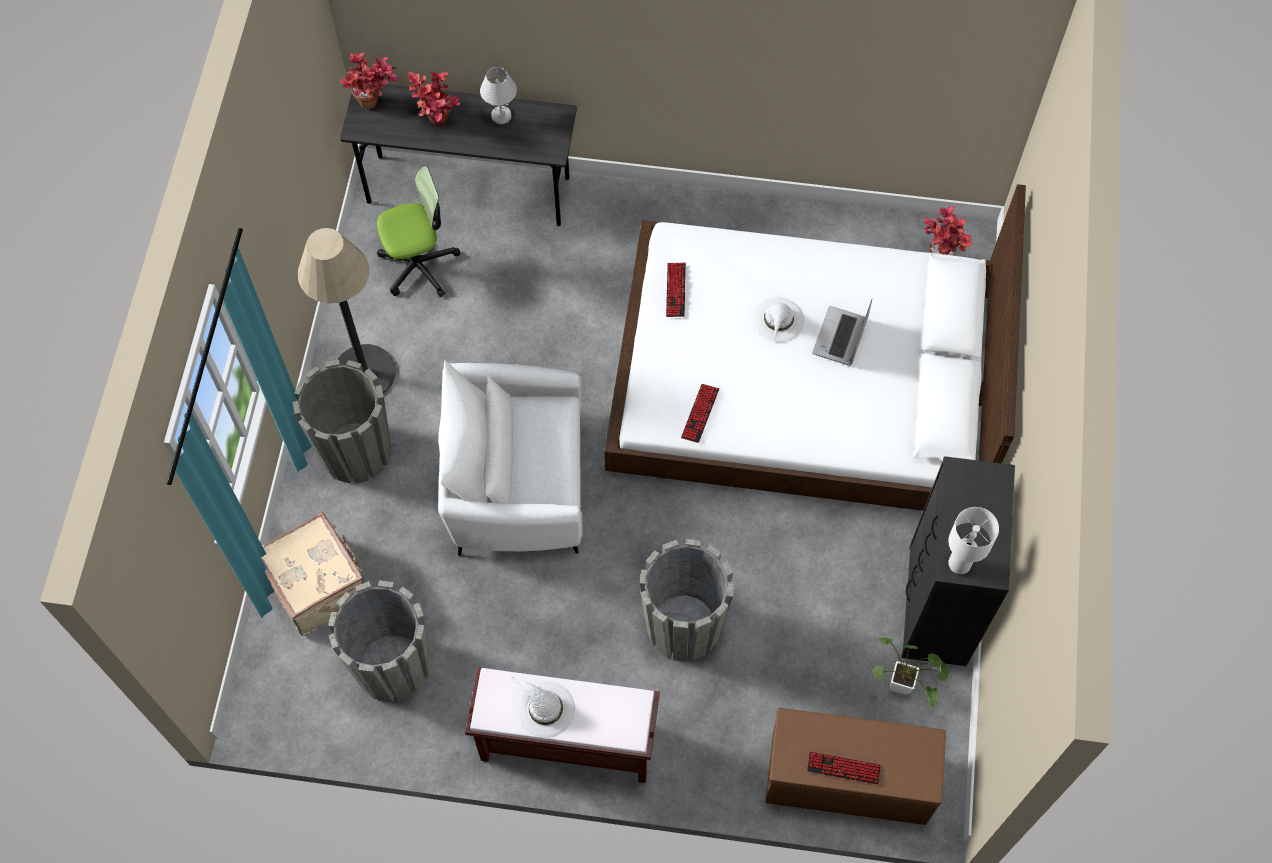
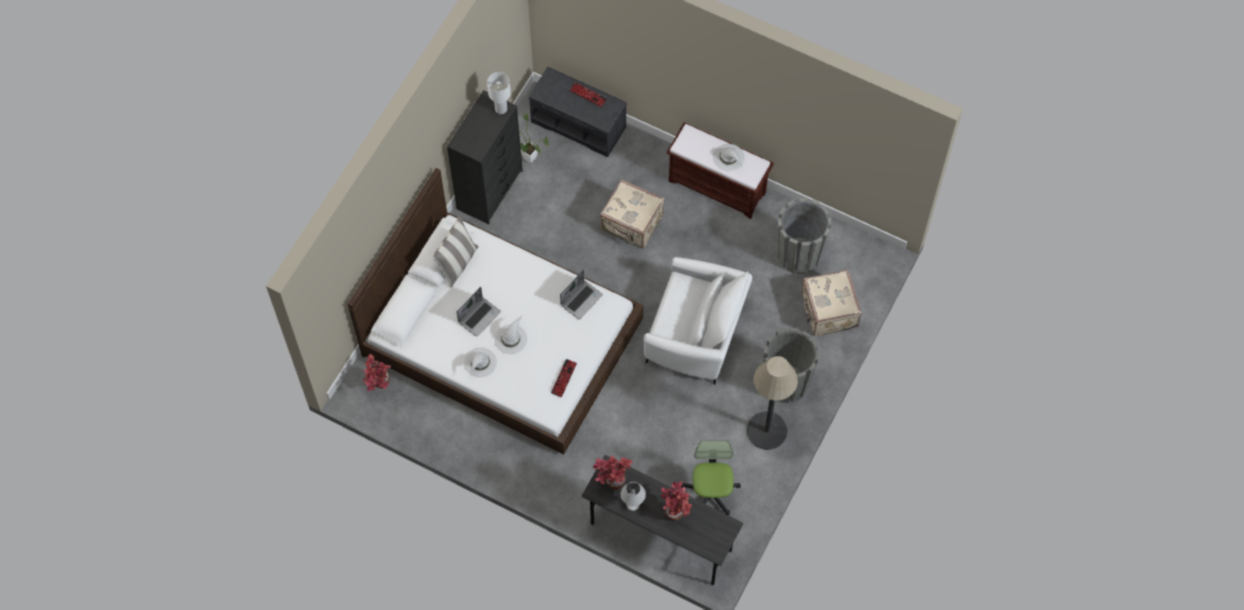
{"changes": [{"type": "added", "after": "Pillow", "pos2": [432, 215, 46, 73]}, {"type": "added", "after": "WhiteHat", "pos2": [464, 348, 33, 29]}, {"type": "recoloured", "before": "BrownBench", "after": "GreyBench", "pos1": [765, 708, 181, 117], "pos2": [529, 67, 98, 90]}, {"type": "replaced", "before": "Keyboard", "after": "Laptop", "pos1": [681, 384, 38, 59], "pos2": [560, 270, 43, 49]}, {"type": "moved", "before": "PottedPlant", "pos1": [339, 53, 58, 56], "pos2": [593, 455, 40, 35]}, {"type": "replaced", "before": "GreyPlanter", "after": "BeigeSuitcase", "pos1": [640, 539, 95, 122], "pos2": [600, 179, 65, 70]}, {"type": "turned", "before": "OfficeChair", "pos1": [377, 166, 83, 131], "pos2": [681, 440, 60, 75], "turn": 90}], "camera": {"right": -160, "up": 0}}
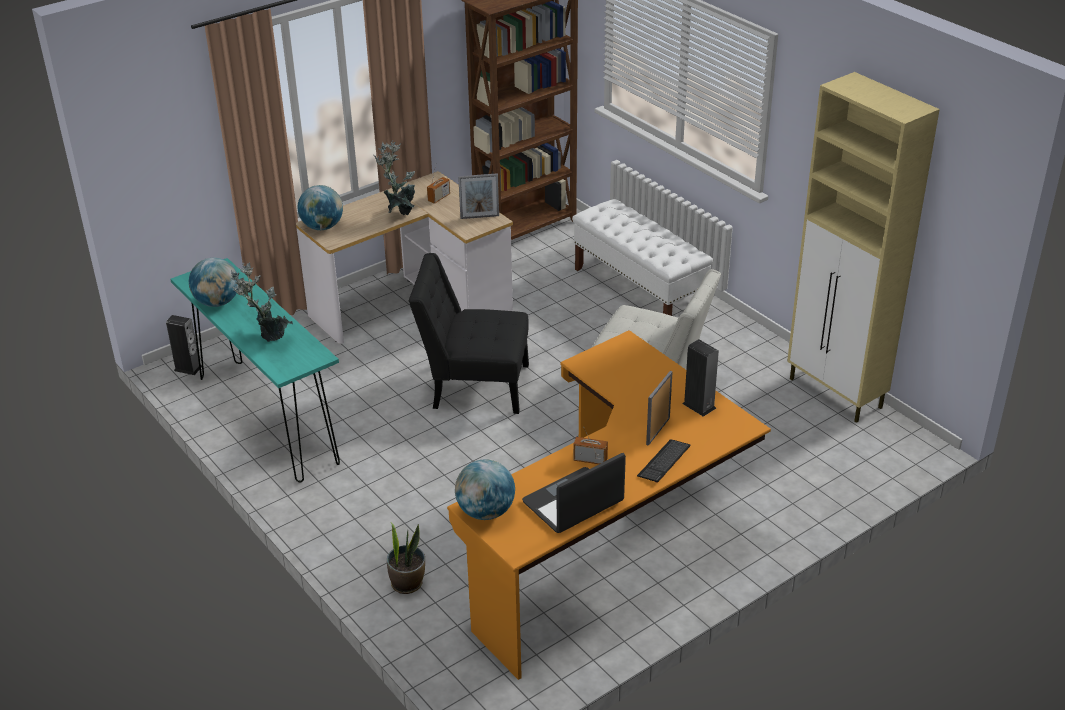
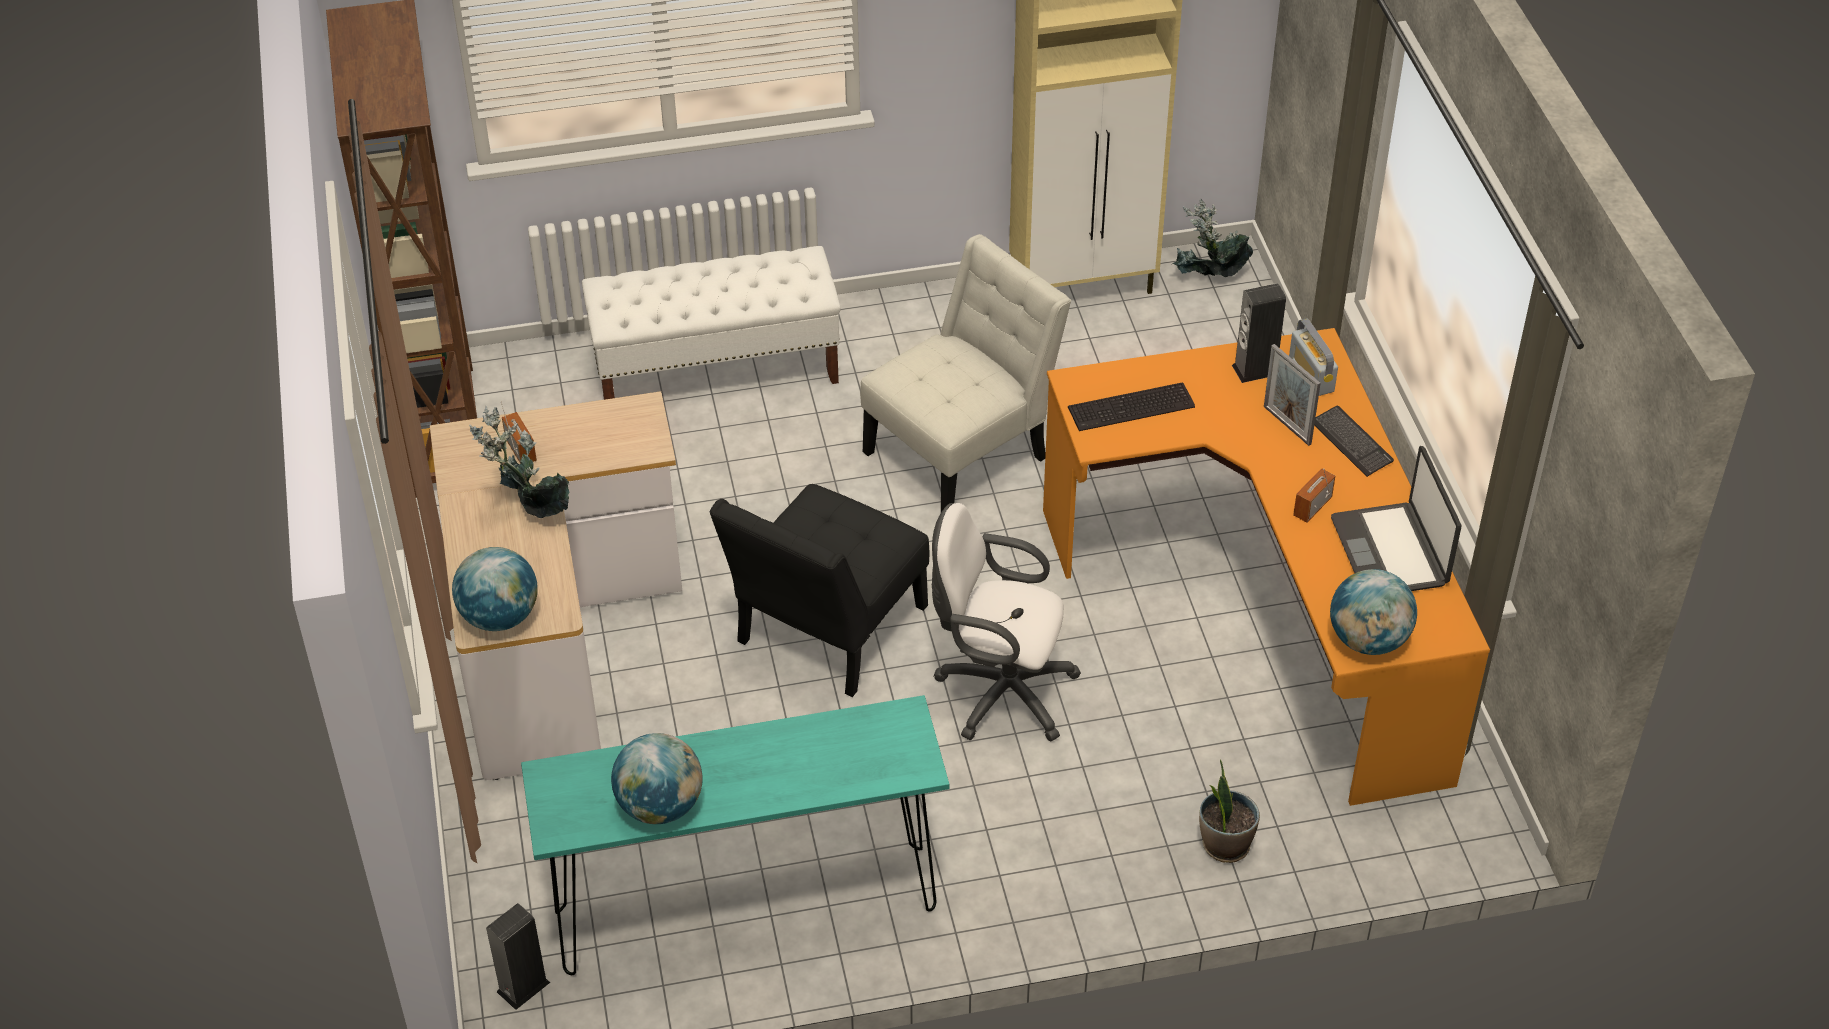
{"changes": [{"type": "added", "after": "WhiteOfficeChair", "pos2": [932, 503, 149, 238]}, {"type": "added", "after": "Keyboard", "pos2": [1068, 382, 127, 49]}, {"type": "moved", "before": "PottedPlant", "pos1": [230, 263, 63, 79], "pos2": [1171, 199, 82, 78]}, {"type": "added", "after": "Radio", "pos2": [1289, 318, 49, 78]}, {"type": "removed", "before": "PictureFrame", "pos1": [458, 173, 41, 46]}], "camera": {"right": -65, "up": 10}}
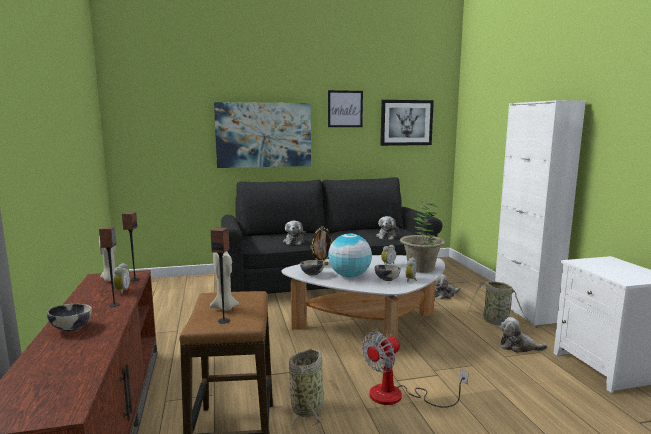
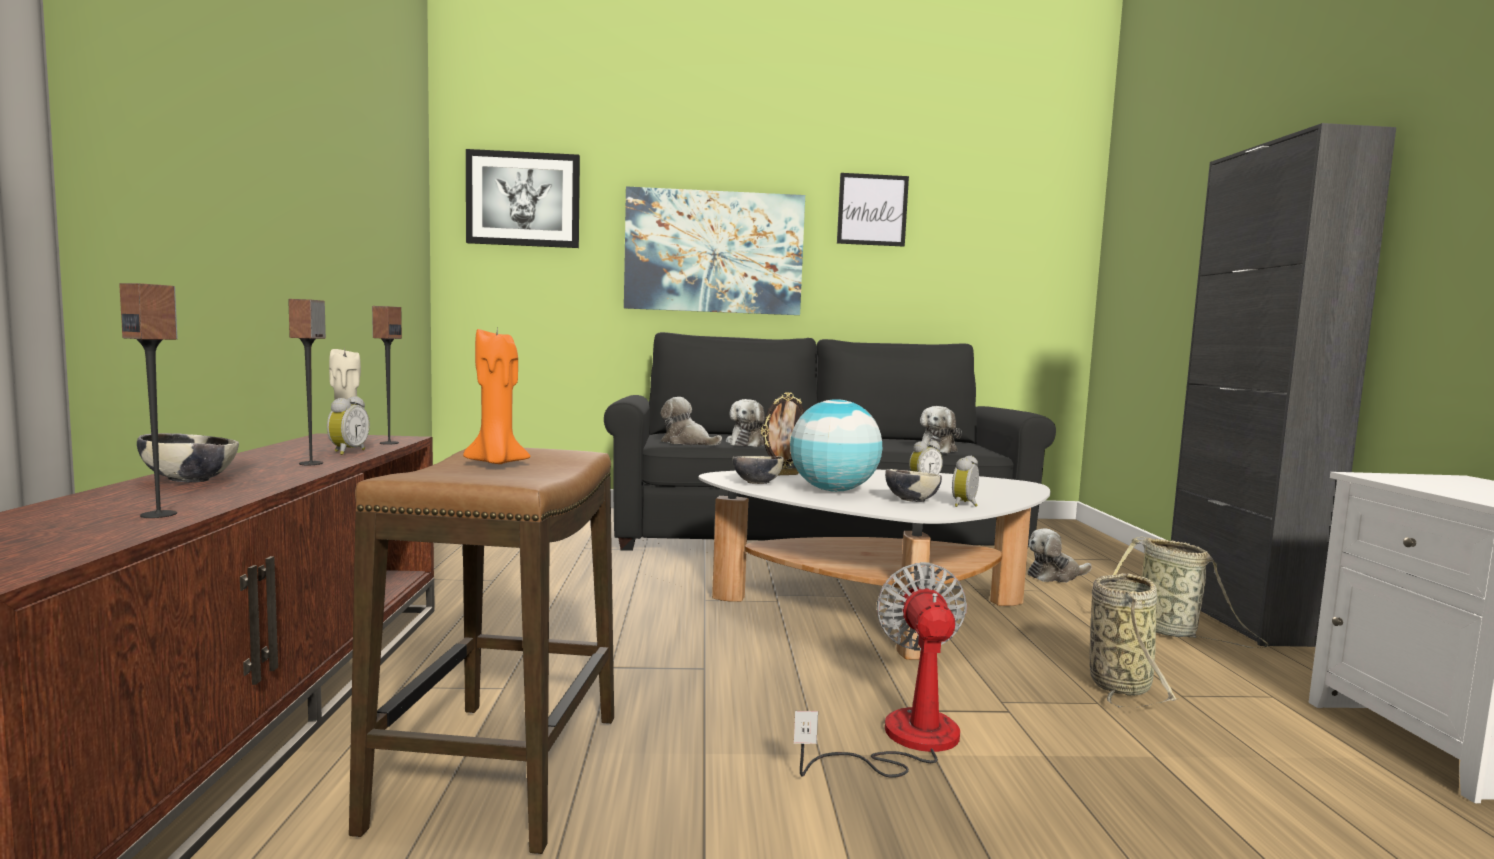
{"changes": [{"type": "moved", "before": "Speaker", "pos1": [211, 227, 19, 97], "pos2": [119, 283, 59, 235]}, {"type": "recoloured", "before": "BeigeCandle", "after": "OrangeCandle", "pos1": [210, 251, 29, 60], "pos2": [463, 329, 68, 135]}, {"type": "moved", "before": "Picture", "pos1": [380, 100, 54, 46], "pos2": [466, 149, 114, 99]}, {"type": "moved", "before": "PlushToy", "pos1": [499, 317, 48, 36], "pos2": [660, 397, 62, 49]}, {"type": "turned", "before": "Fan", "pos1": [362, 331, 106, 77], "pos2": [794, 562, 173, 216], "turn": 120}, {"type": "moved", "before": "Basket", "pos1": [289, 348, 35, 81], "pos2": [1089, 573, 88, 134]}, {"type": "recoloured", "before": "WhiteCabinet", "after": "BlackCabinet", "pos1": [495, 100, 91, 226], "pos2": [1171, 123, 225, 524]}, {"type": "removed", "before": "PottedPlant", "pos1": [400, 201, 45, 72]}], "camera": {"right": 10, "up": -5}}
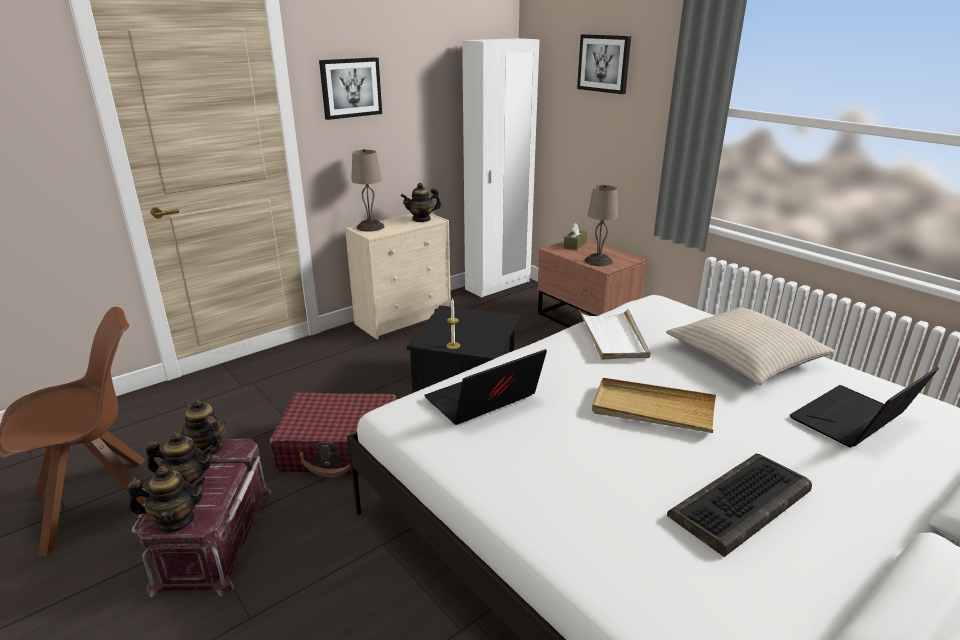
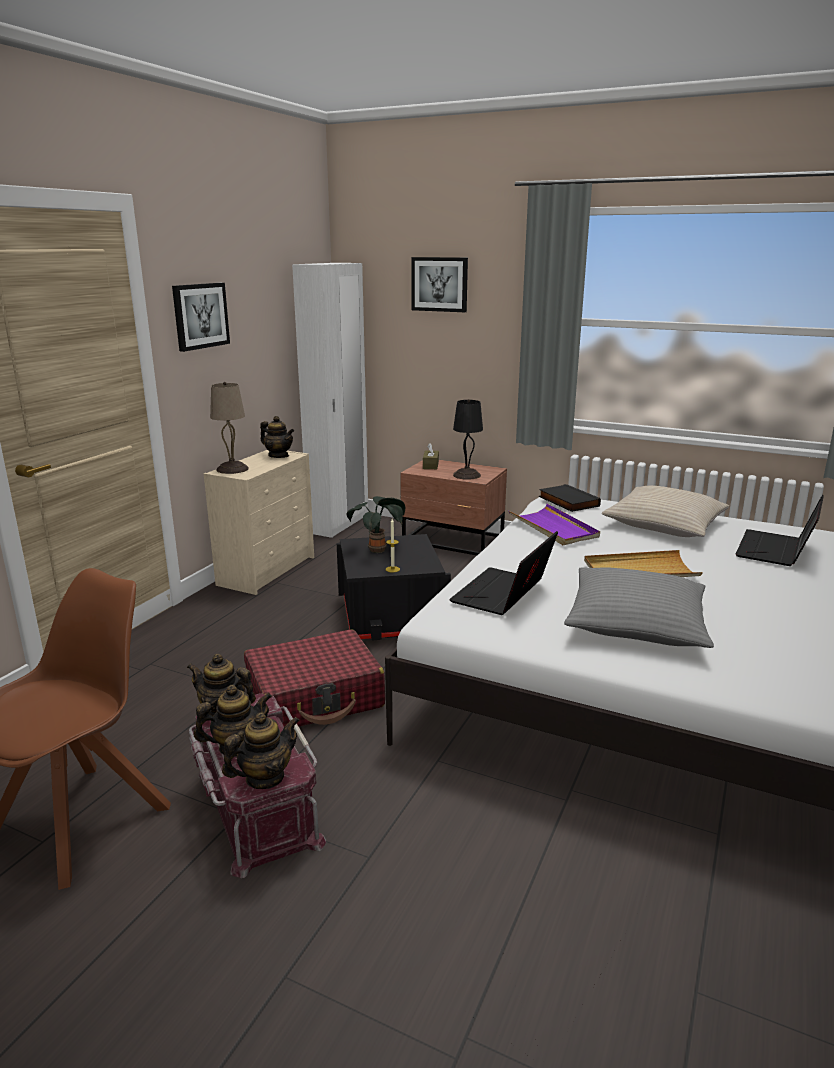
{"changes": [{"type": "turned", "before": "Teapot", "pos1": [401, 183, 40, 39], "pos2": [260, 416, 34, 42], "turn": -105}, {"type": "added", "after": "PottedPlant", "pos2": [346, 496, 59, 57]}, {"type": "recoloured", "before": "BeigeTableLamp", "after": "BlackTableLamp", "pos1": [585, 185, 33, 81], "pos2": [453, 399, 30, 81]}, {"type": "recoloured", "before": "WhiteTray", "after": "PurpleTray", "pos1": [579, 308, 72, 51], "pos2": [509, 504, 91, 41]}, {"type": "added", "after": "BlackBook", "pos2": [539, 484, 62, 28]}, {"type": "added", "after": "GreyPillow", "pos2": [564, 567, 150, 81]}, {"type": "removed", "before": "Keyboard", "pos1": [667, 454, 145, 103]}], "camera": {"right": -25, "up": -5}}
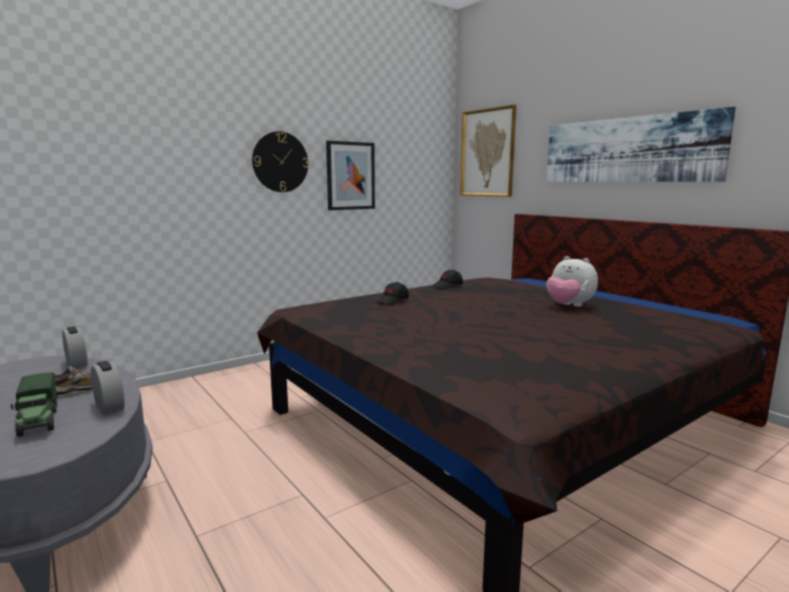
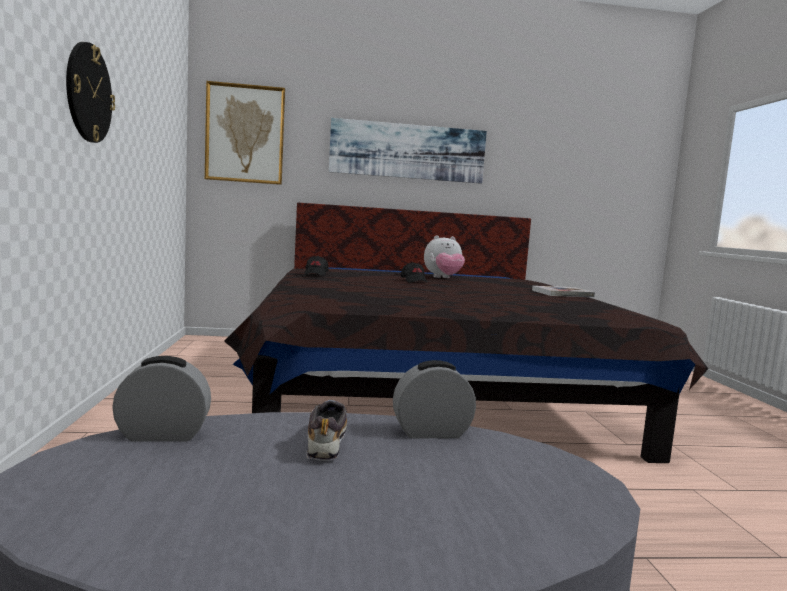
{"changes": [{"type": "moved", "before": "BlackCap", "pos1": [377, 282, 32, 23], "pos2": [401, 262, 27, 21]}, {"type": "added", "after": "Book", "pos2": [532, 286, 63, 11]}, {"type": "removed", "before": "ToyTruck", "pos1": [11, 372, 46, 65]}, {"type": "removed", "before": "Picture", "pos1": [326, 141, 49, 69]}], "camera": {"right": -60, "up": -5}}
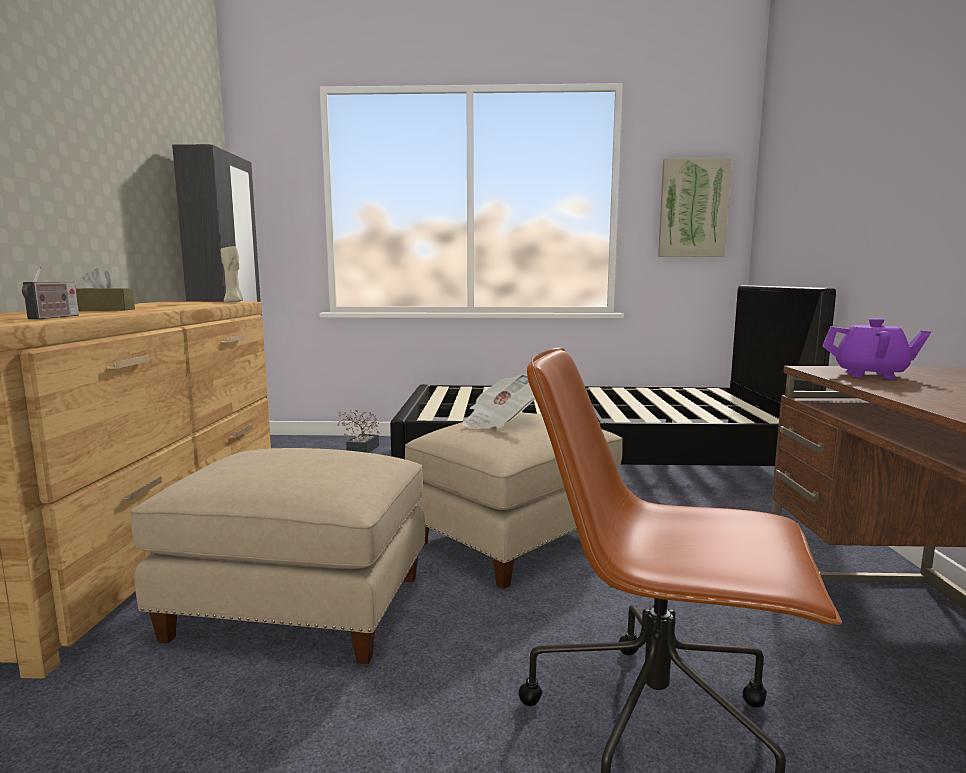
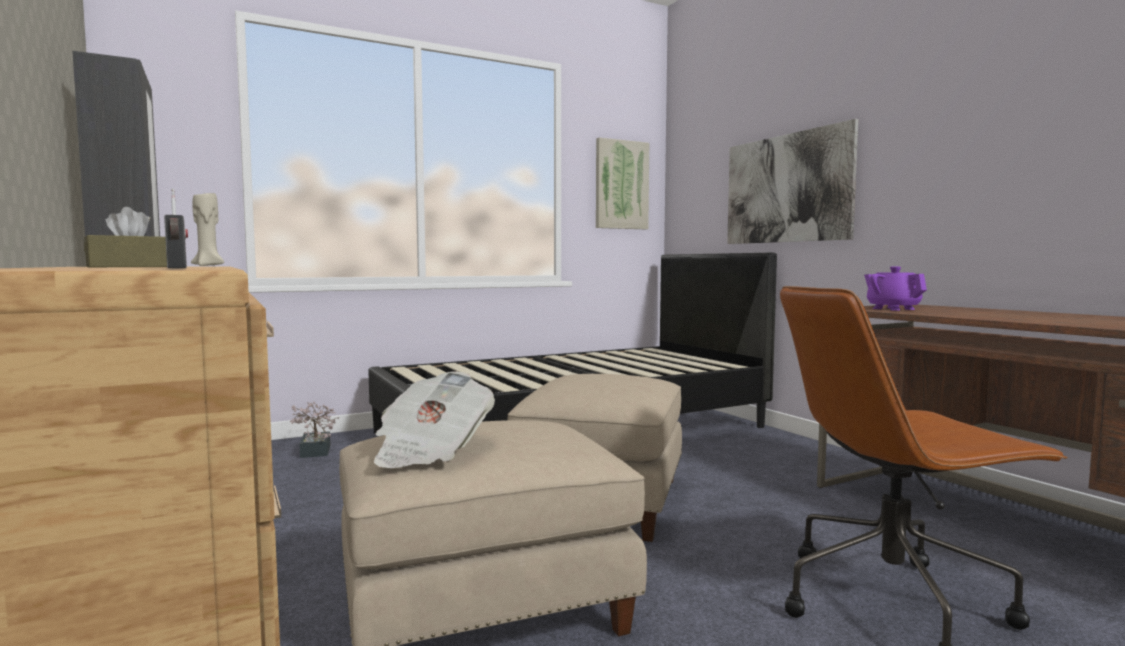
{"changes": [{"type": "moved", "before": "Newspaper", "pos1": [462, 374, 74, 54], "pos2": [374, 371, 121, 97]}, {"type": "added", "after": "Picture", "pos2": [727, 119, 131, 125]}, {"type": "turned", "before": "PurpleTeapot", "pos1": [822, 318, 109, 61], "pos2": [864, 266, 63, 45], "turn": -105}], "camera": {"right": -30, "up": -5}}
